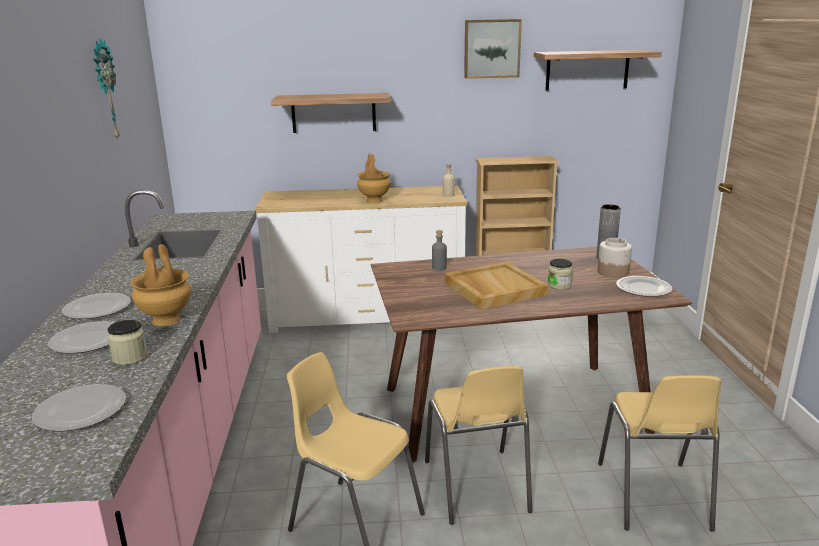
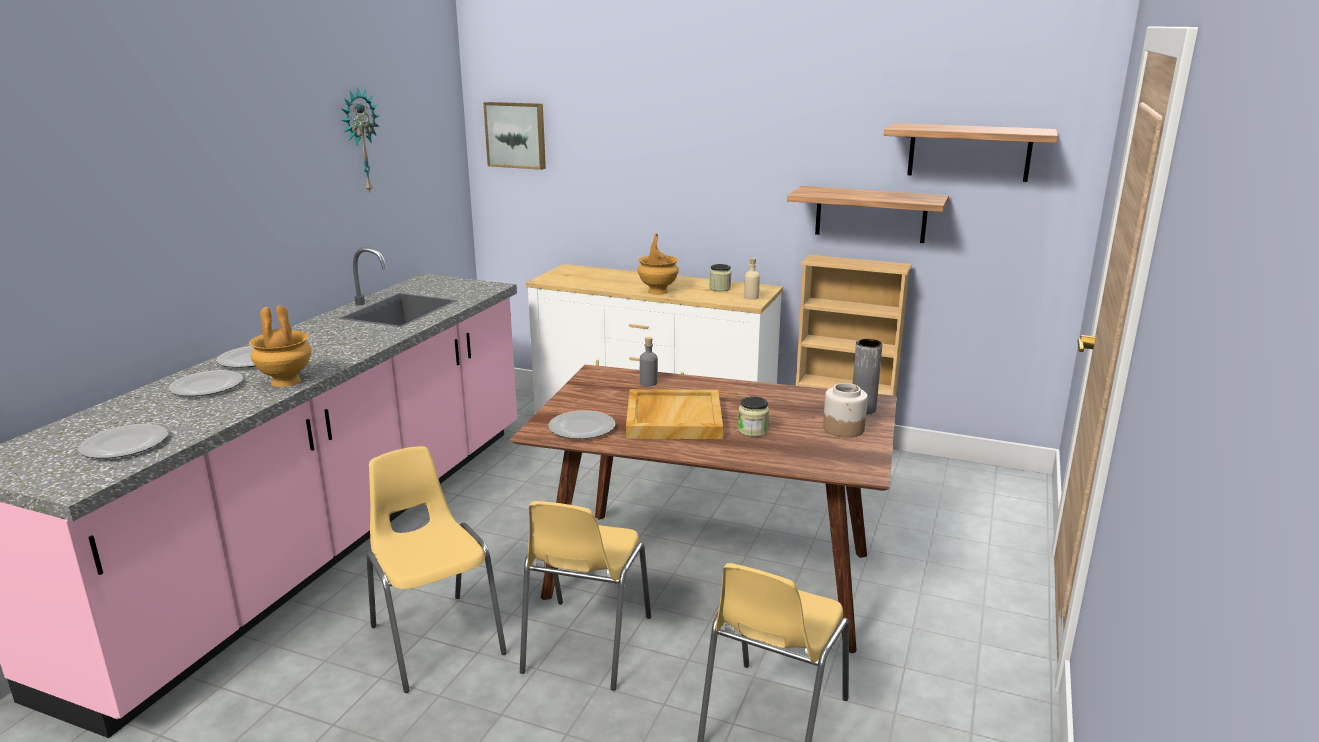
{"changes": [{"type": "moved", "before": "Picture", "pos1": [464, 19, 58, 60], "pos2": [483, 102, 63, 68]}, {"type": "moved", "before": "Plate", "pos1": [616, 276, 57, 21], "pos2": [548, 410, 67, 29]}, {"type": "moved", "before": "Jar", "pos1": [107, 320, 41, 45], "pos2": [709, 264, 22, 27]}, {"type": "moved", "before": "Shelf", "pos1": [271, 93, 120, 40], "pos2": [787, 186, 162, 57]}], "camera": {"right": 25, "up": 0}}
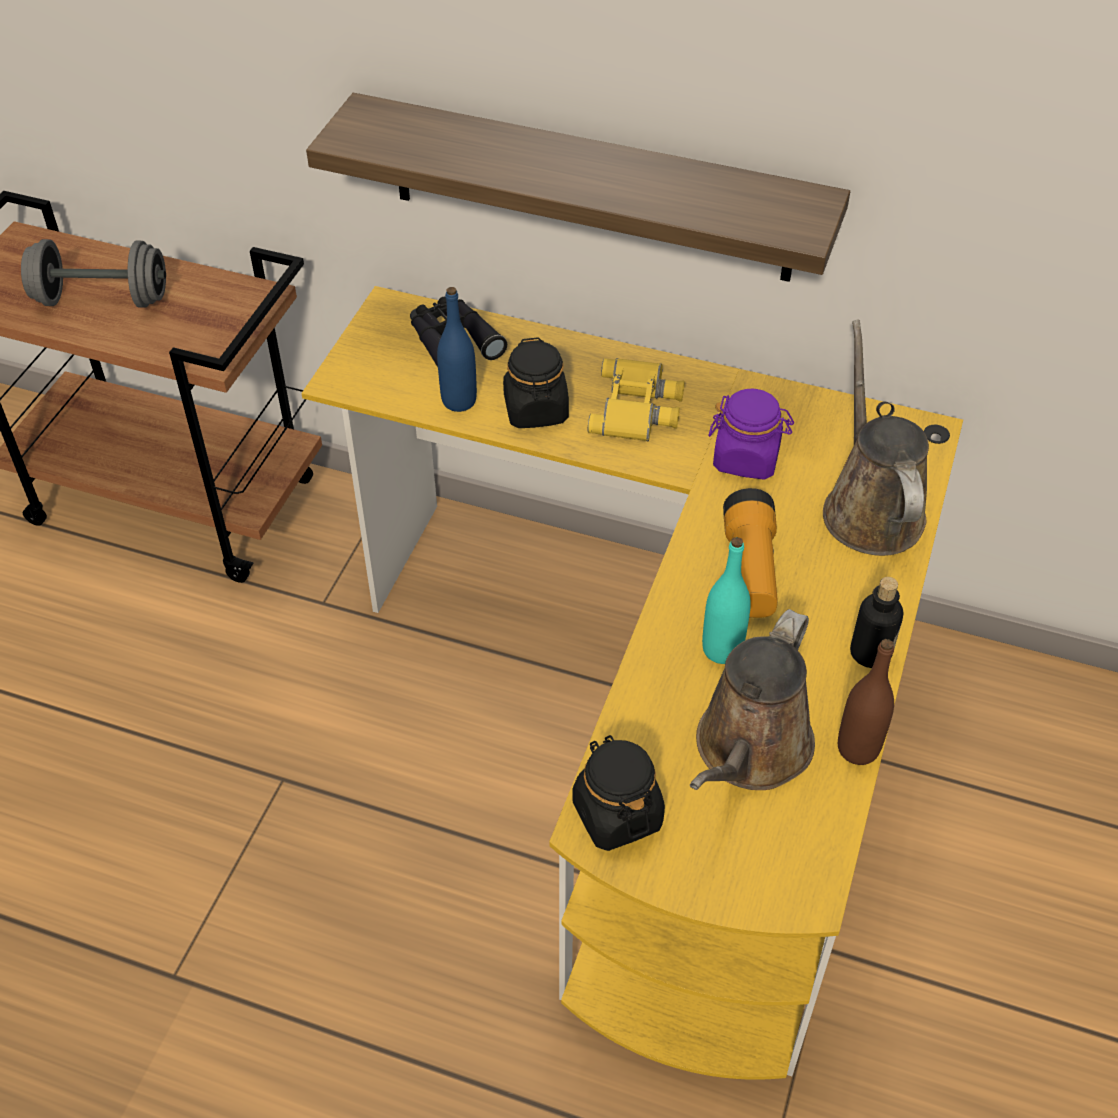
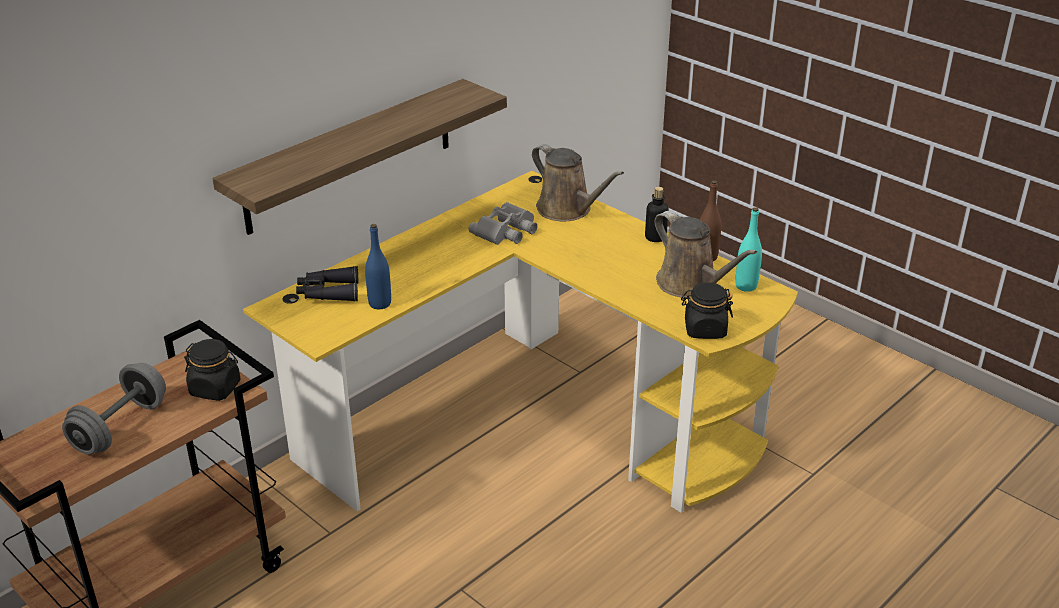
{"changes": [{"type": "moved", "before": "BlackJar", "pos1": [503, 337, 66, 91], "pos2": [184, 339, 56, 62]}, {"type": "replaced", "before": "PurpleJar", "after": "GreyBinoculars", "pos1": [708, 389, 86, 91], "pos2": [468, 202, 69, 43]}, {"type": "turned", "before": "BrownWateringCan", "pos1": [823, 320, 106, 236], "pos2": [532, 144, 92, 77], "turn": -150}, {"type": "moved", "before": "TurquoiseBottle", "pos1": [702, 537, 49, 127], "pos2": [735, 207, 27, 85]}, {"type": "removed", "before": "YellowBinoculars", "pos1": [588, 358, 97, 83]}, {"type": "removed", "before": "Flashlight", "pos1": [723, 488, 55, 130]}], "camera": {"right": -65, "up": -15}}
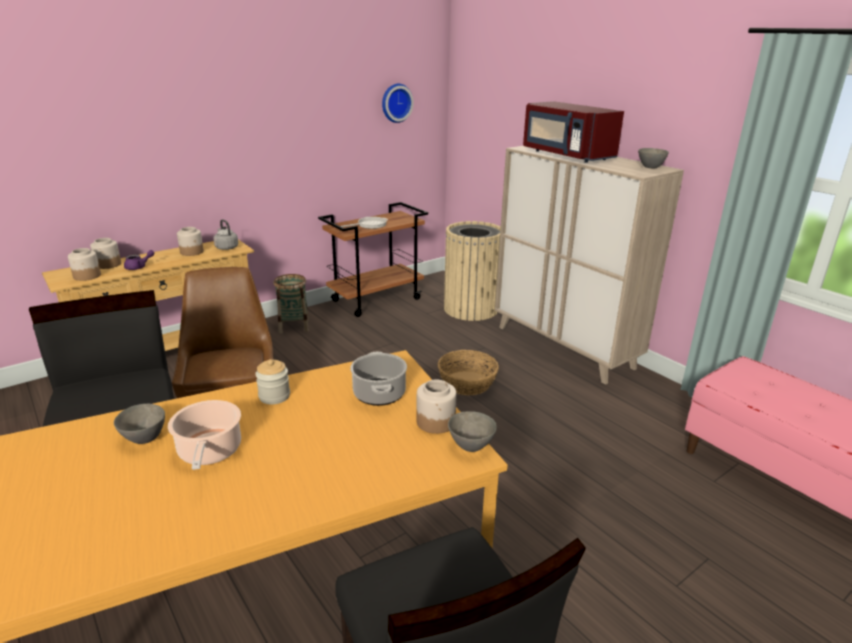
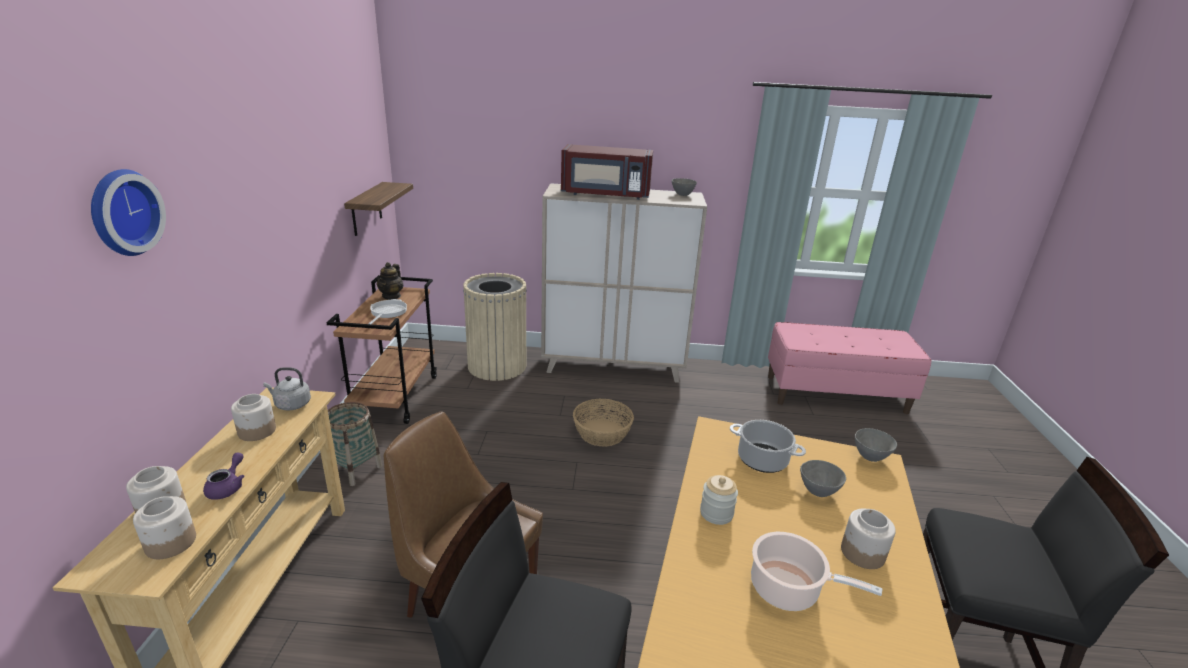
{"changes": [{"type": "moved", "before": "WallClock", "pos1": [382, 84, 32, 39], "pos2": [91, 169, 75, 87]}, {"type": "added", "after": "Shelf", "pos2": [344, 182, 69, 54]}, {"type": "added", "after": "Teapot", "pos2": [377, 262, 26, 38]}, {"type": "moved", "before": "GreyBowl", "pos1": [114, 404, 51, 40], "pos2": [800, 460, 46, 37]}, {"type": "moved", "before": "Jar", "pos1": [416, 379, 41, 55], "pos2": [841, 508, 55, 61]}], "camera": {"right": -50, "up": 0}}
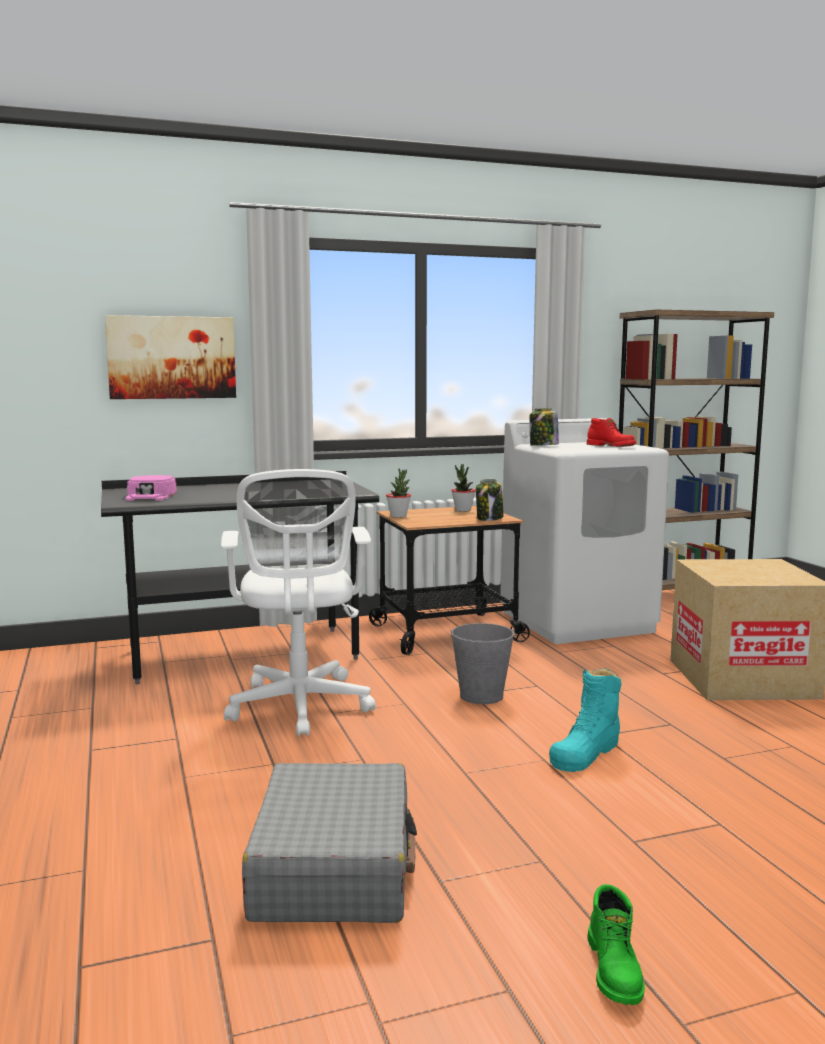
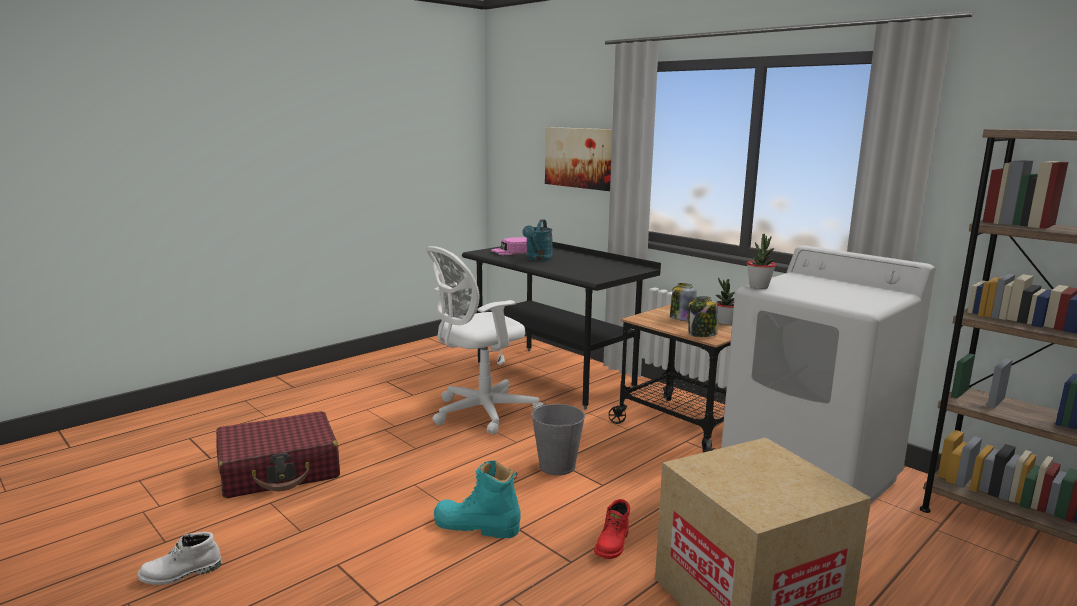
{"changes": [{"type": "recoloured", "before": "GreenBoot", "after": "WhiteBoot", "pos1": [587, 884, 58, 121], "pos2": [137, 532, 85, 53]}, {"type": "recoloured", "before": "GreySuitcase", "after": "RedSuitcase", "pos1": [242, 763, 175, 160], "pos2": [216, 411, 124, 87]}, {"type": "added", "after": "TurquoiseWateringCan", "pos2": [522, 219, 31, 42]}, {"type": "moved", "before": "RedBoot", "pos1": [587, 418, 49, 29], "pos2": [594, 499, 36, 60]}, {"type": "moved", "before": "Jar", "pos1": [529, 408, 30, 38], "pos2": [670, 283, 27, 38]}, {"type": "moved", "before": "PottedPlant", "pos1": [386, 468, 25, 50], "pos2": [747, 234, 29, 55]}], "camera": {"right": 65, "up": 5}}
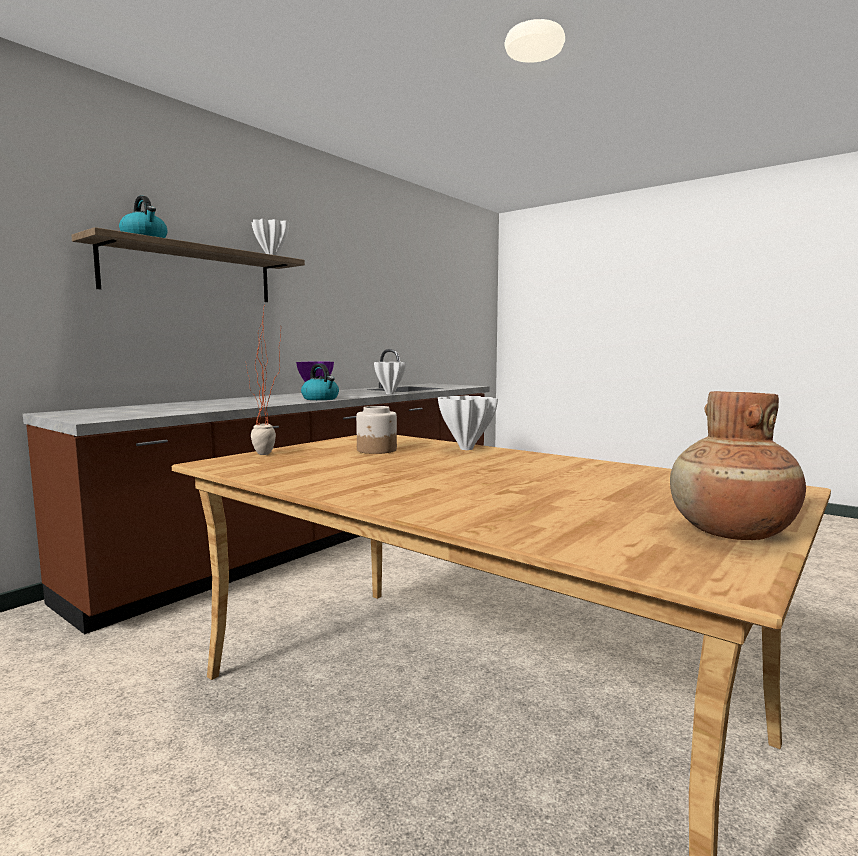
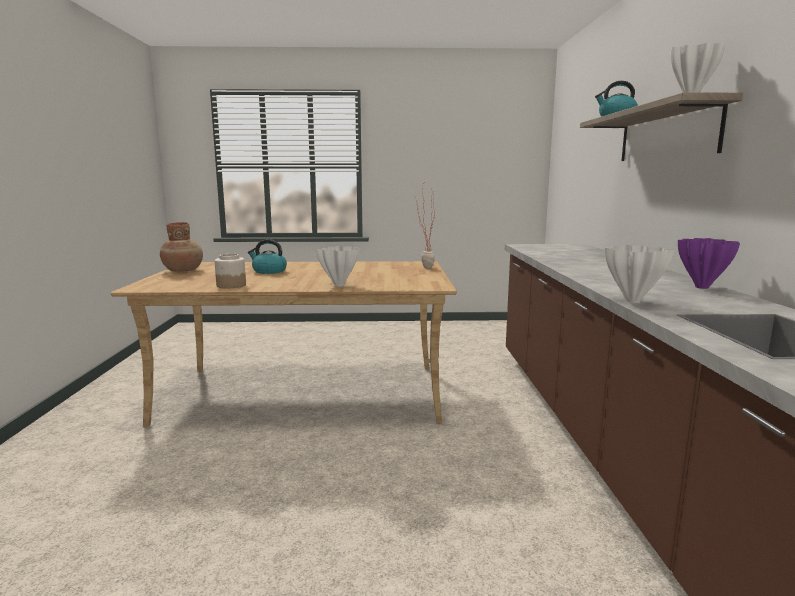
{"changes": [{"type": "moved", "before": "Jar", "pos1": [356, 406, 41, 48], "pos2": [215, 254, 31, 34]}, {"type": "moved", "before": "Kettle", "pos1": [301, 364, 38, 36], "pos2": [248, 239, 39, 35]}], "camera": {"right": 140, "up": 5}}
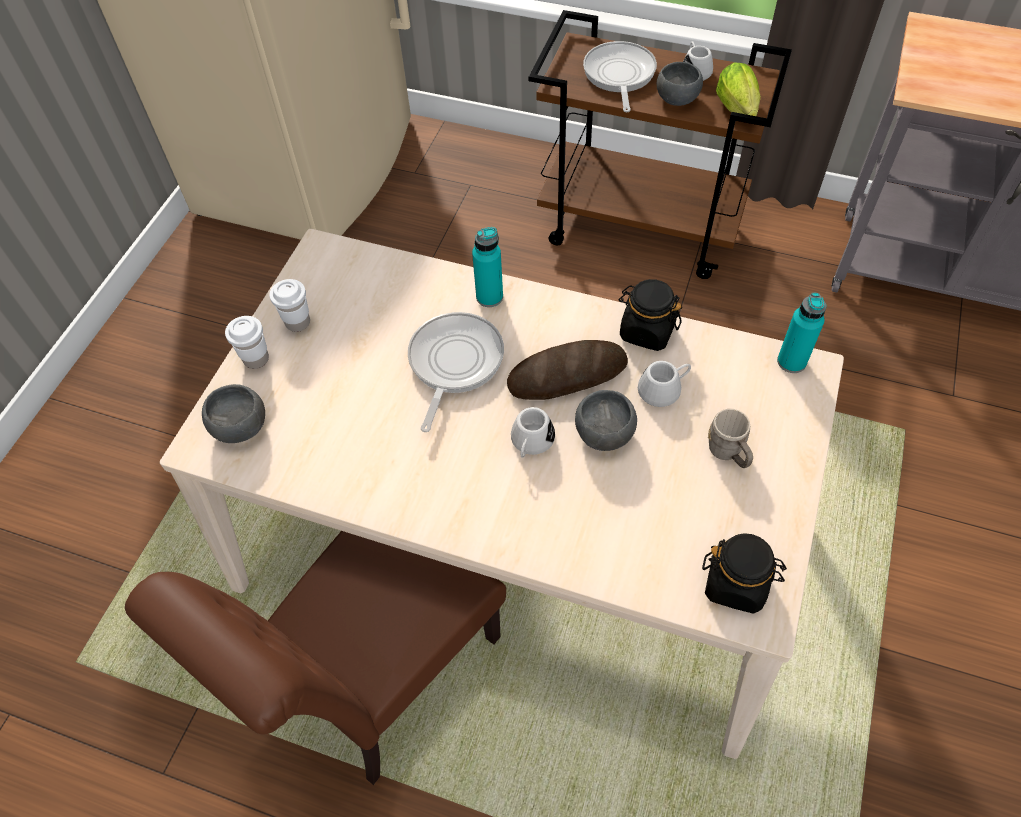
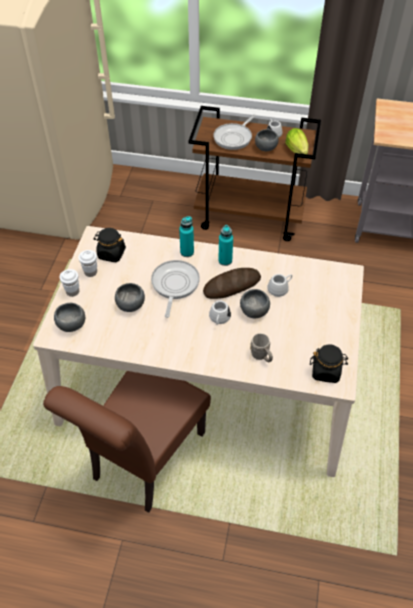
{"changes": [{"type": "moved", "before": "BlackJar", "pos1": [618, 279, 64, 72], "pos2": [93, 228, 33, 34]}, {"type": "added", "after": "GreyBowl", "pos2": [115, 283, 30, 29]}, {"type": "turned", "before": "FryingPan", "pos1": [583, 41, 74, 71], "pos2": [213, 114, 43, 36], "turn": -135}, {"type": "moved", "before": "TurquoiseBottle", "pos1": [777, 293, 50, 80], "pos2": [218, 225, 15, 41]}, {"type": "moved", "before": "GreyMug", "pos1": [708, 409, 45, 59], "pos2": [250, 333, 23, 30]}], "camera": {"right": -10, "up": -5}}
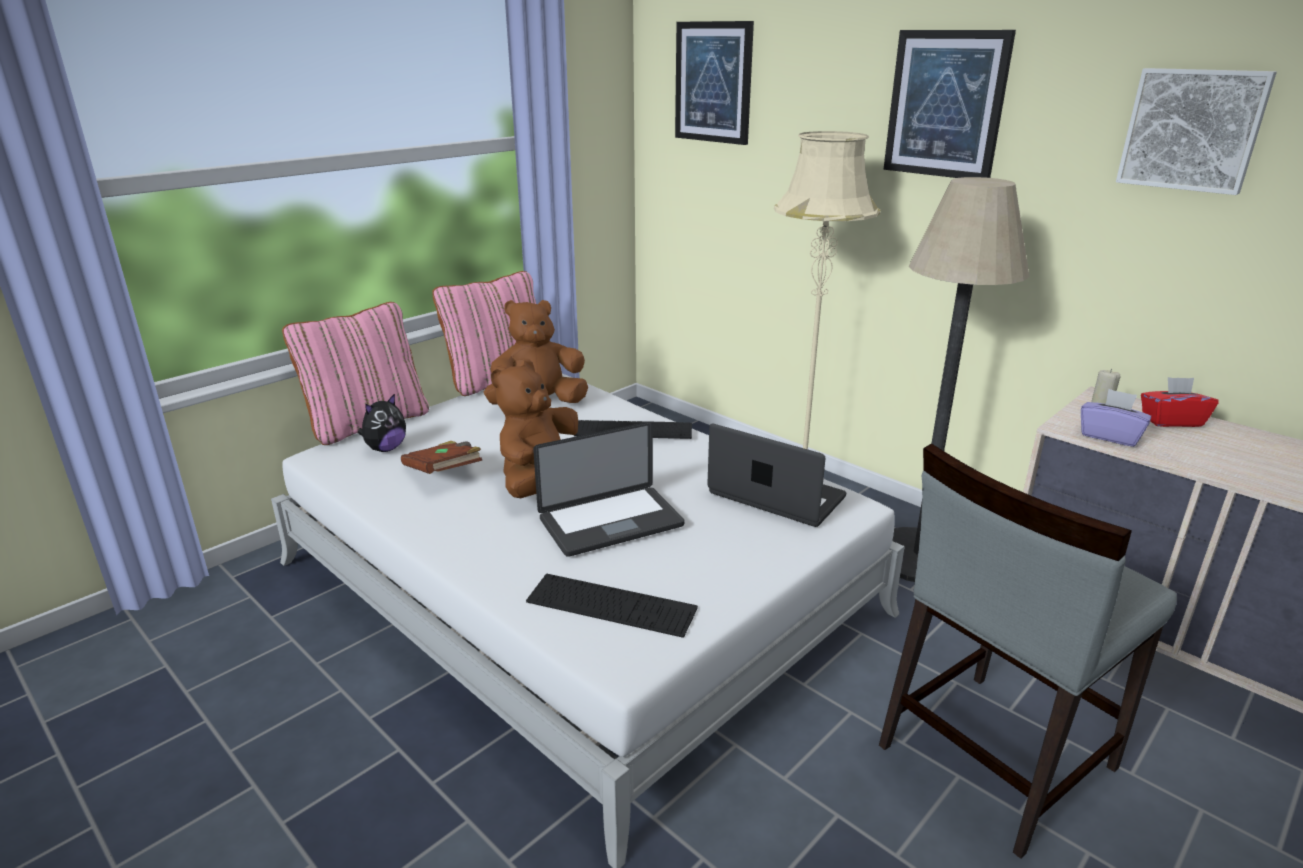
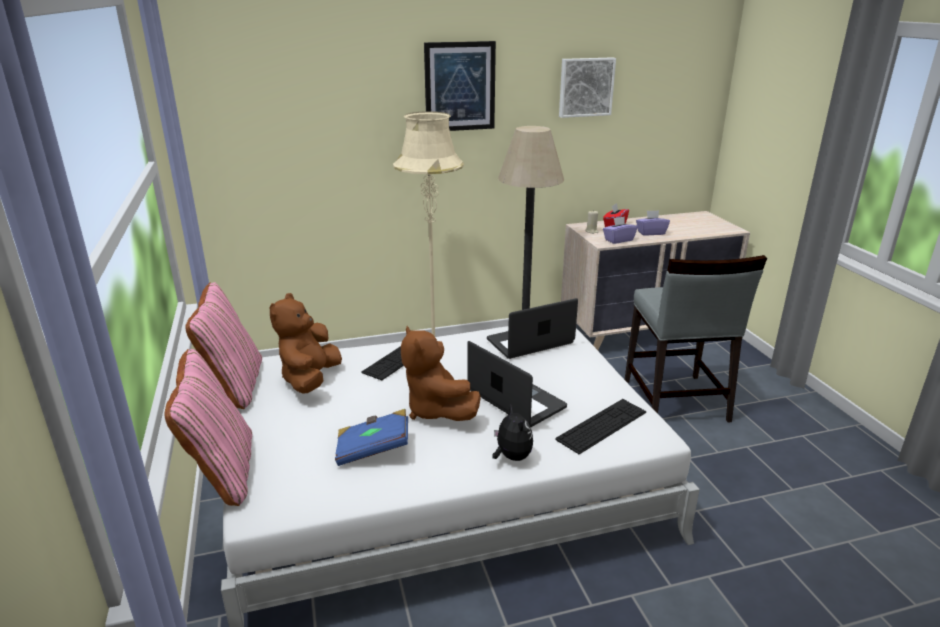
{"changes": [{"type": "recoloured", "before": "BrownBook", "after": "BlueBook", "pos1": [401, 441, 81, 33], "pos2": [335, 409, 73, 57]}, {"type": "turned", "before": "Laptop", "pos1": [533, 422, 152, 135], "pos2": [467, 341, 100, 86], "turn": -45}, {"type": "moved", "before": "PlushToy", "pos1": [358, 393, 48, 59], "pos2": [492, 405, 41, 56]}, {"type": "added", "after": "PurpleTissueBox", "pos2": [636, 210, 34, 26]}, {"type": "removed", "before": "Picture", "pos1": [675, 21, 79, 124]}], "camera": {"right": -60, "up": 0}}
